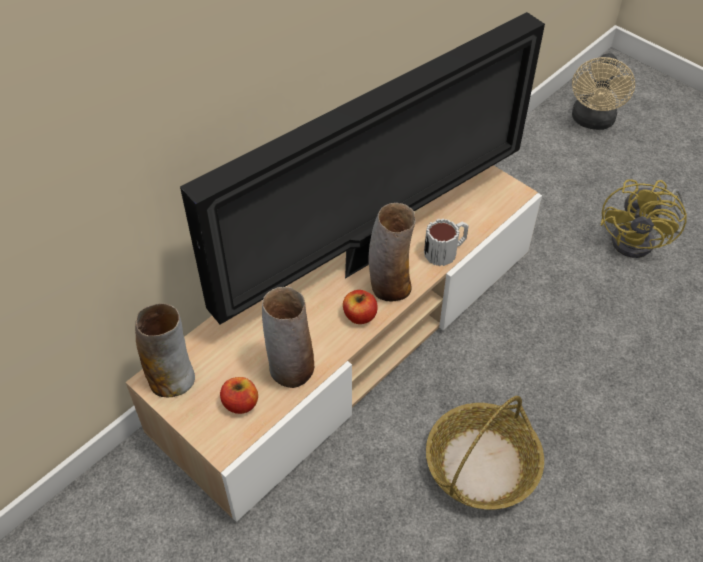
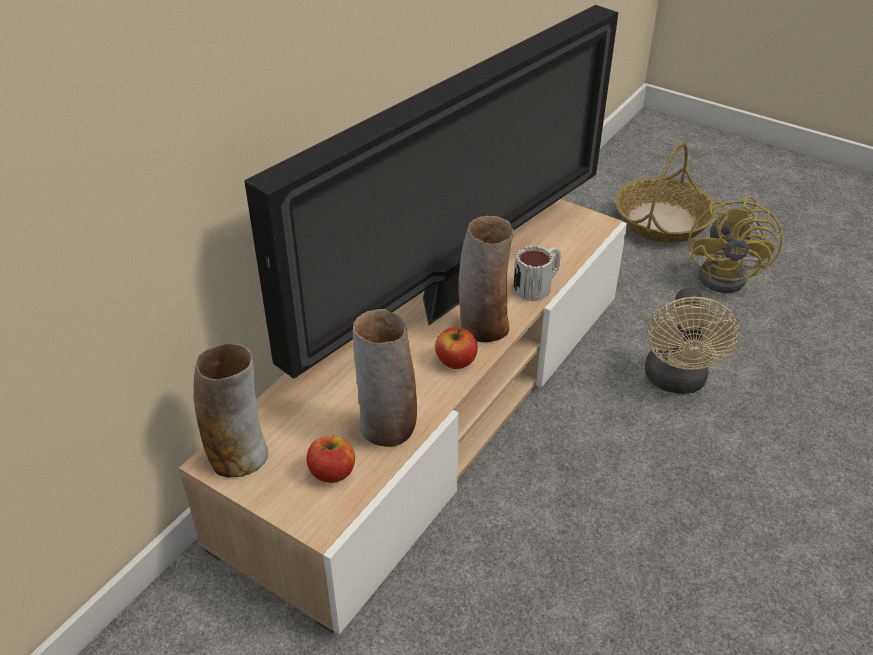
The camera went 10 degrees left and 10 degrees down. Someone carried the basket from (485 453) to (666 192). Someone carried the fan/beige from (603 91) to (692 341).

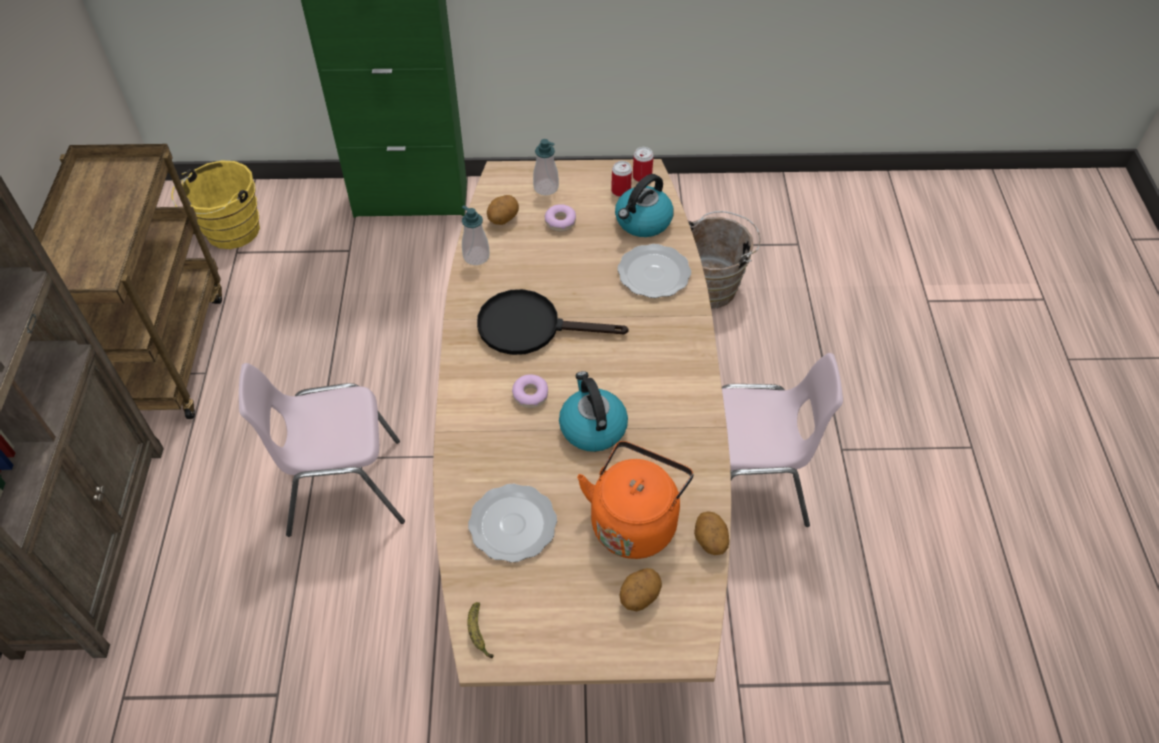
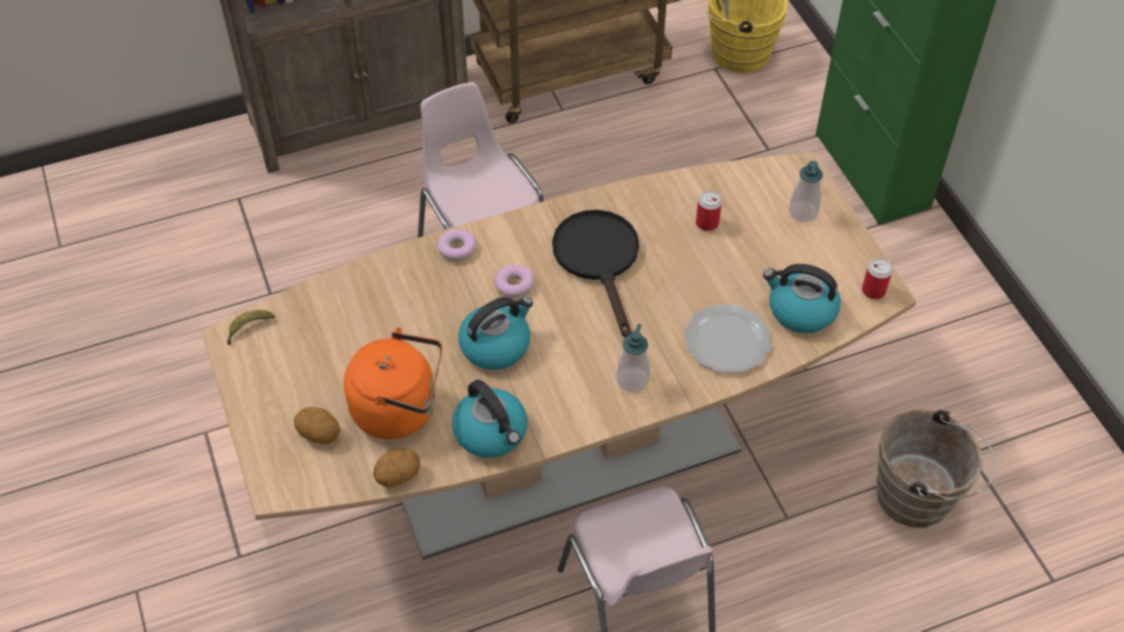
The camera went 70 degrees right and 0 degrees up. Someone carried the donut from (560 217) to (456 245). Someone put down the kettle at (489 419). Someone carried the soap dispenser from (476 235) to (633 358). Someone carried the can from (621 179) to (709 210). Someone took away the plate at (512 523). Someone took away the potato at (503 210).

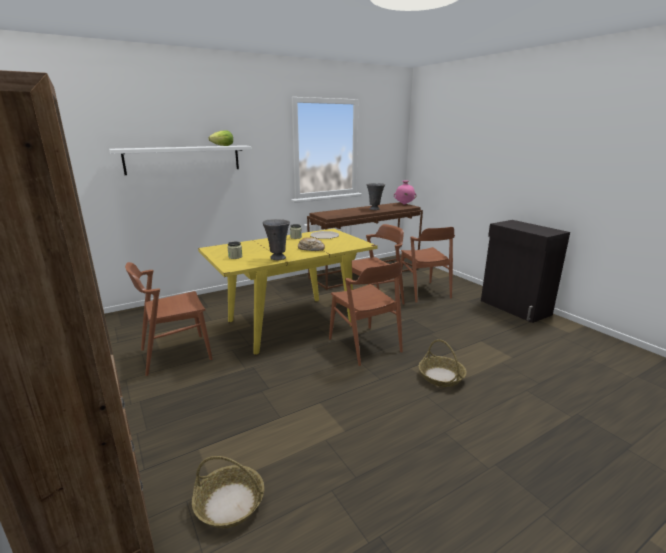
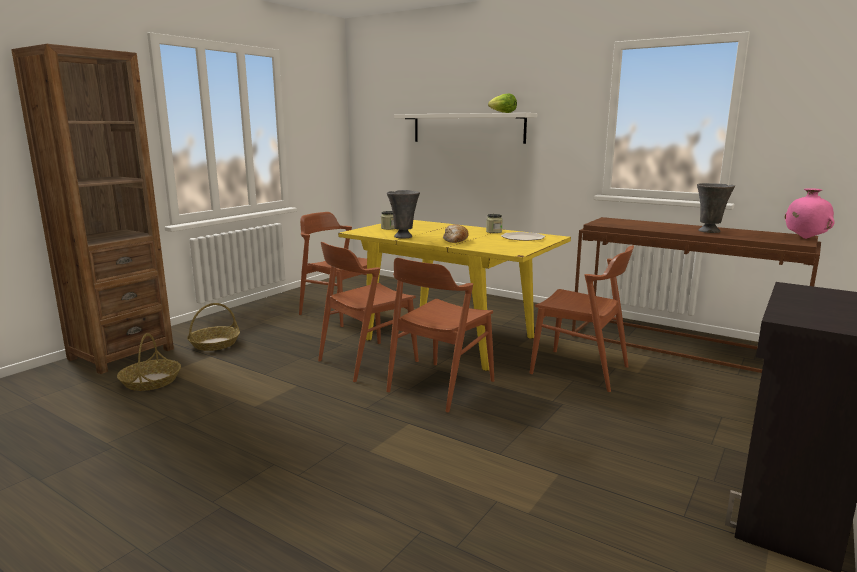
The camera went 65 degrees right and 5 degrees down. Someone carried the basket from (443 363) to (213 327). Someone carried the chair/brown from (427 265) to (368 312).

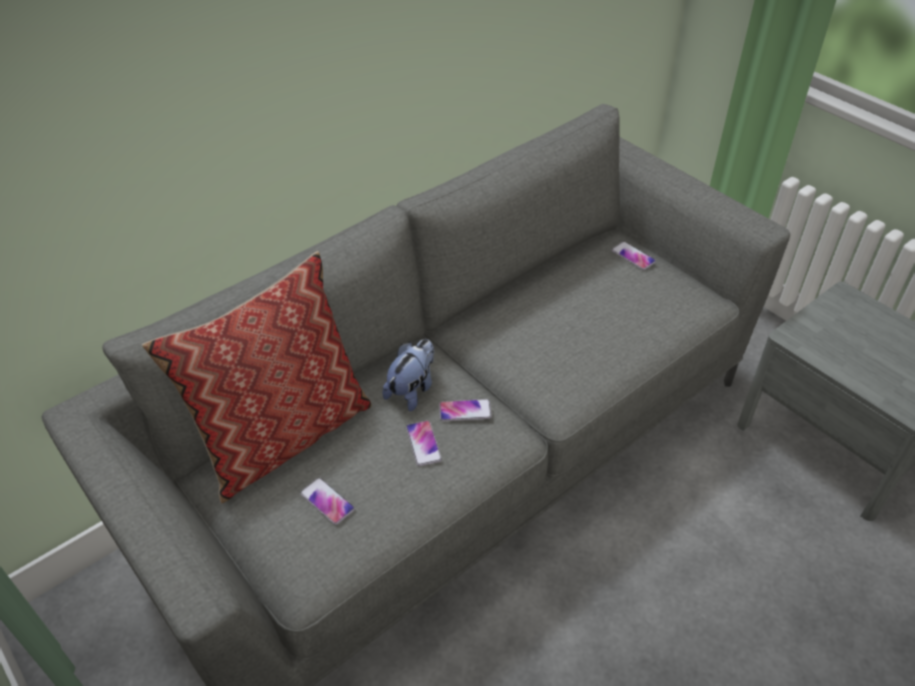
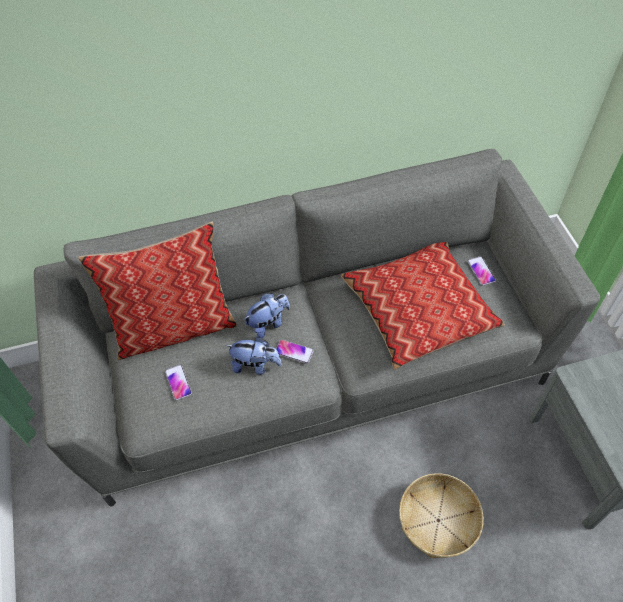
The camera went 25 degrees right and 10 degrees up. Someone swapped the phone at (424 443) for the plush toy at (254 356). Someone put down the pillow at (422 306). Someone put down the basket at (441 515).

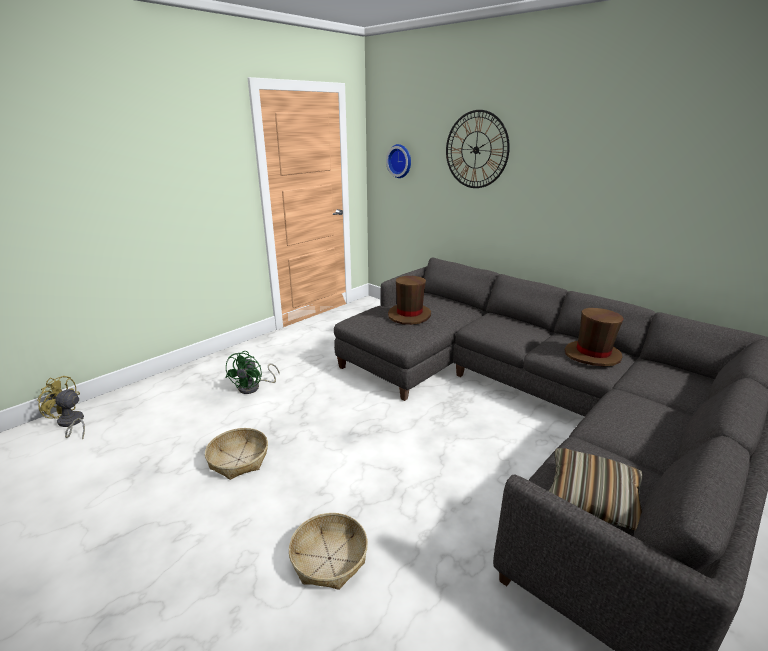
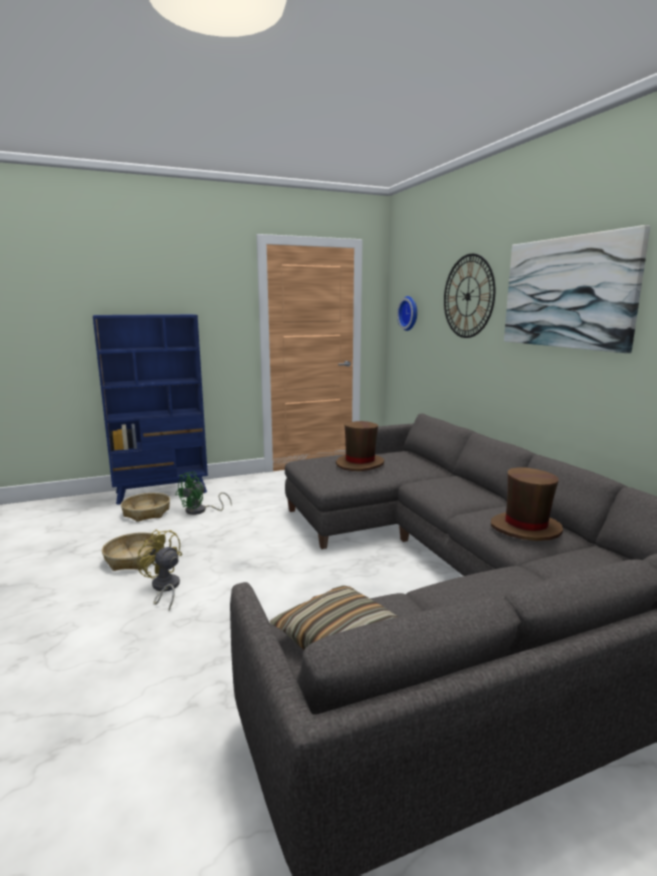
The camera went 25 degrees right and 10 degrees down. Someone put down the bookcase/blue at (150 409). Someone carried the basket from (328 551) to (145 507). Someone carried the fan/yellow from (61 407) to (159 570). Someone put up the picture at (577 289).

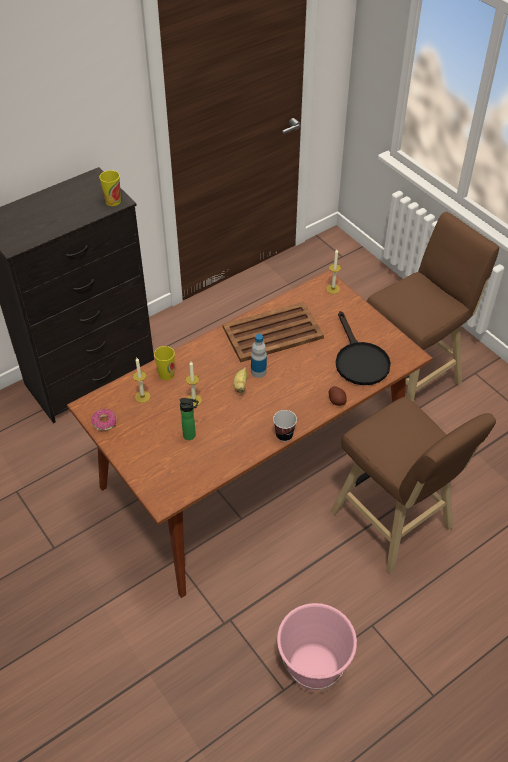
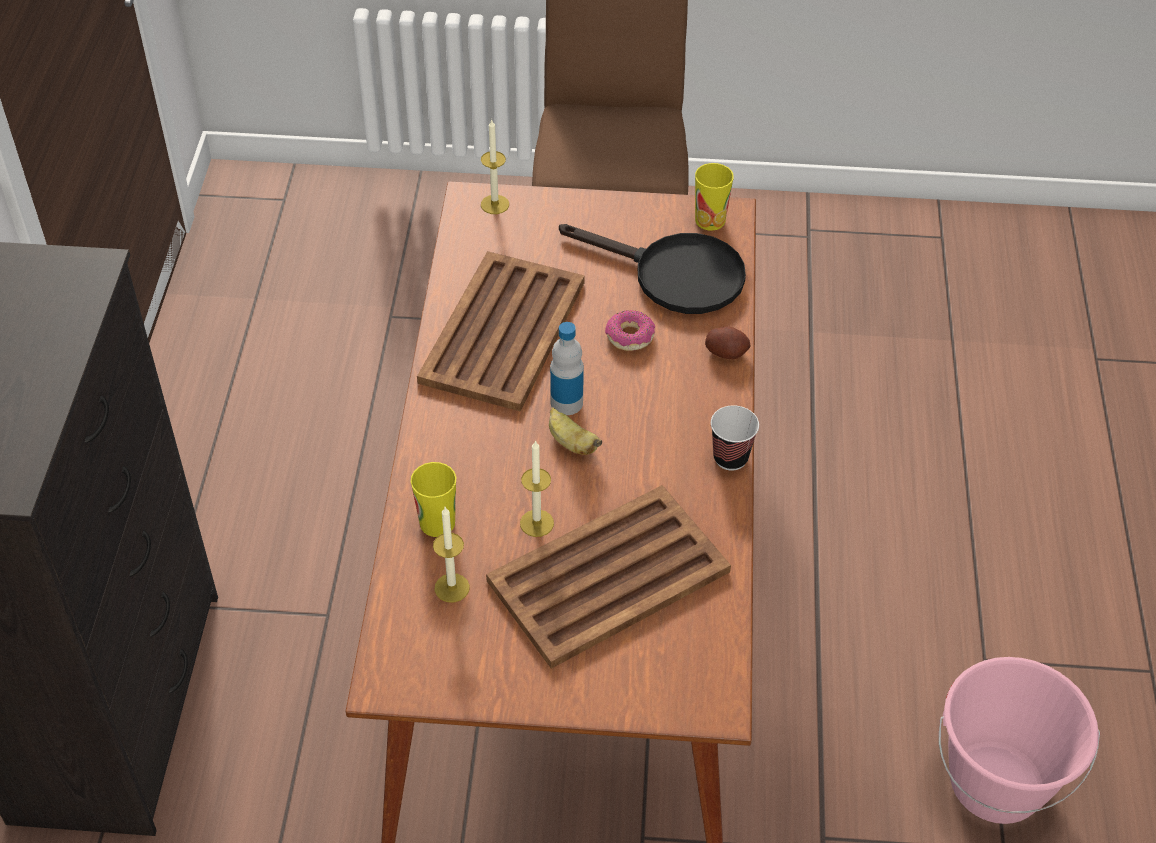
The camera went 50 degrees left and 0 degrees up. Someone swapped the bottle at (189 419) for the tray/brown at (608 577). Someone carried the donut from (103 420) to (630 330). Someone carried the cup from (110 188) to (714 197). Someone took away the stool/brown at (413 484).

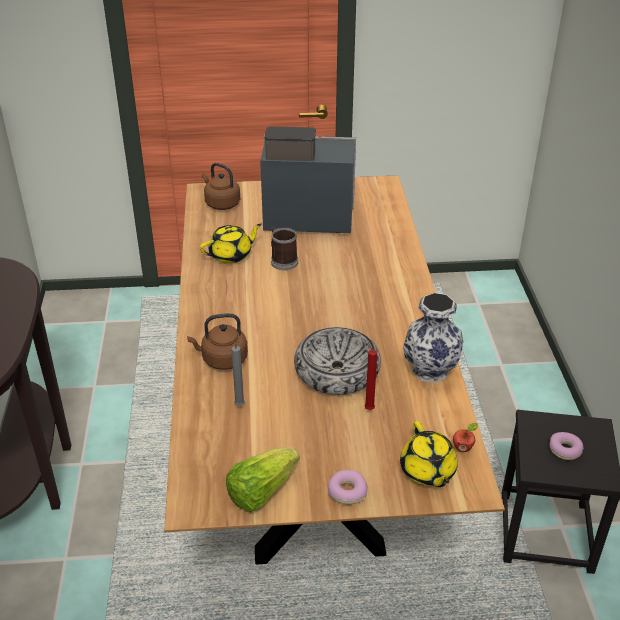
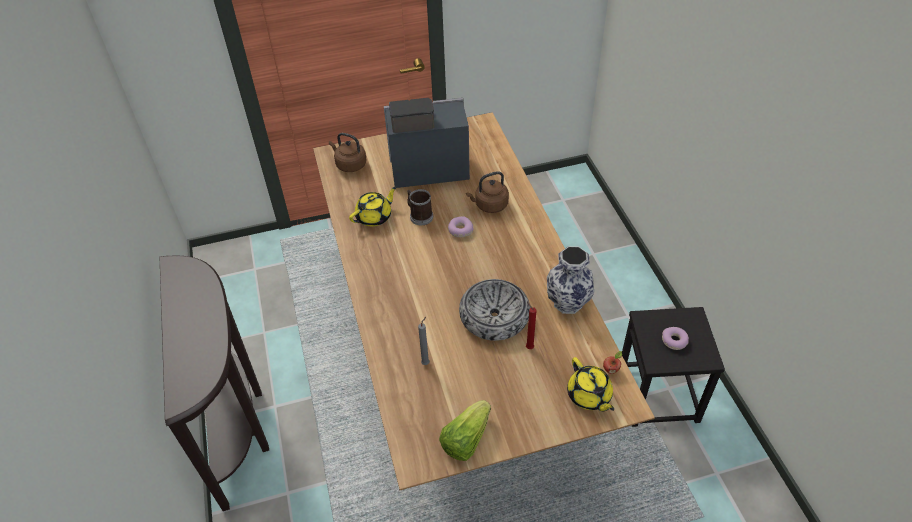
The camera went 10 degrees left and 10 degrees up. Someone carried the donut from (348 487) to (461 227). Someone carried the kettle/brown from (217 341) to (487 192).

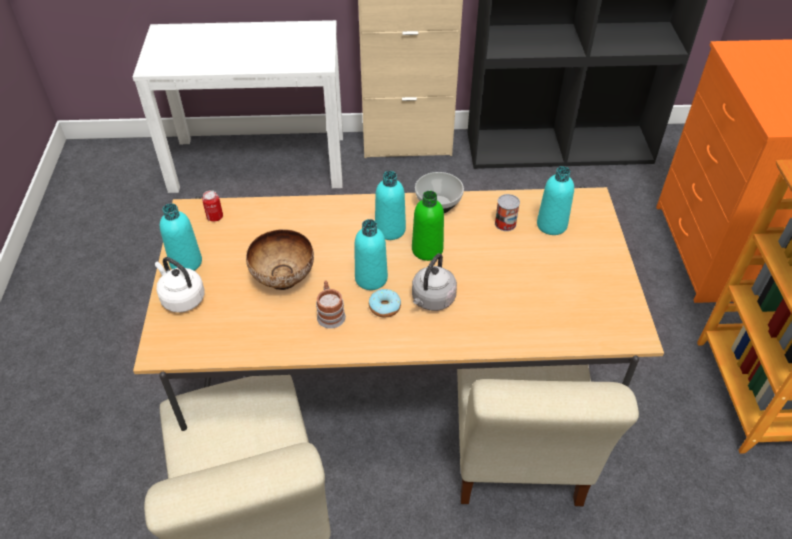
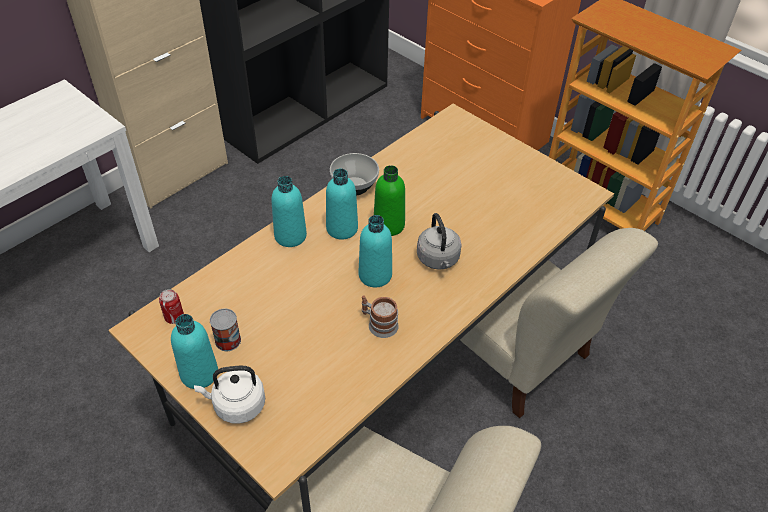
The camera went 45 degrees left and 0 degrees up. Someone carried the can from (507 212) to (225 330). Someone carried the bottle/turquoise from (555 200) to (289 211). Someone took away the bowl at (280 259). Someone took away the donut at (385 303).

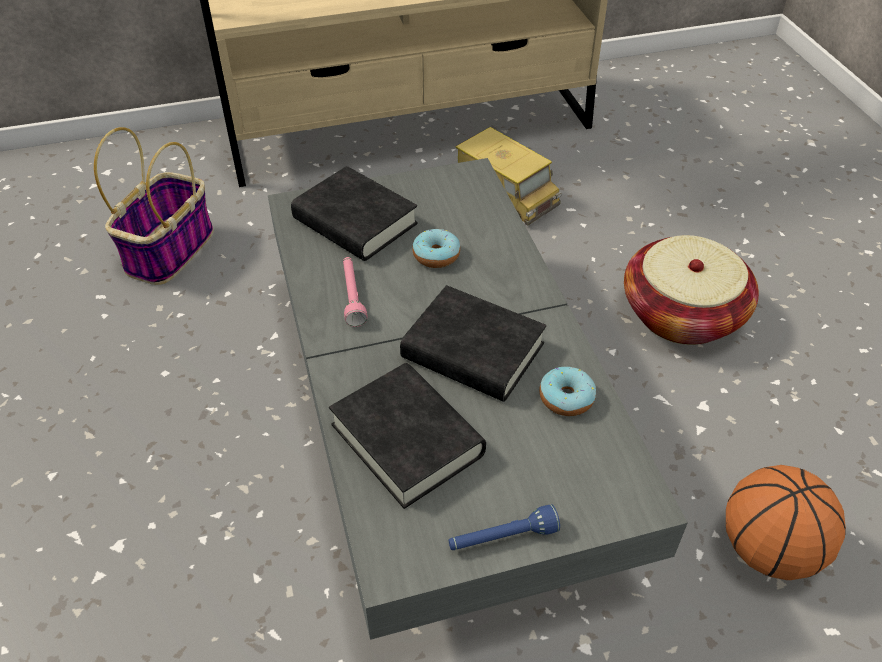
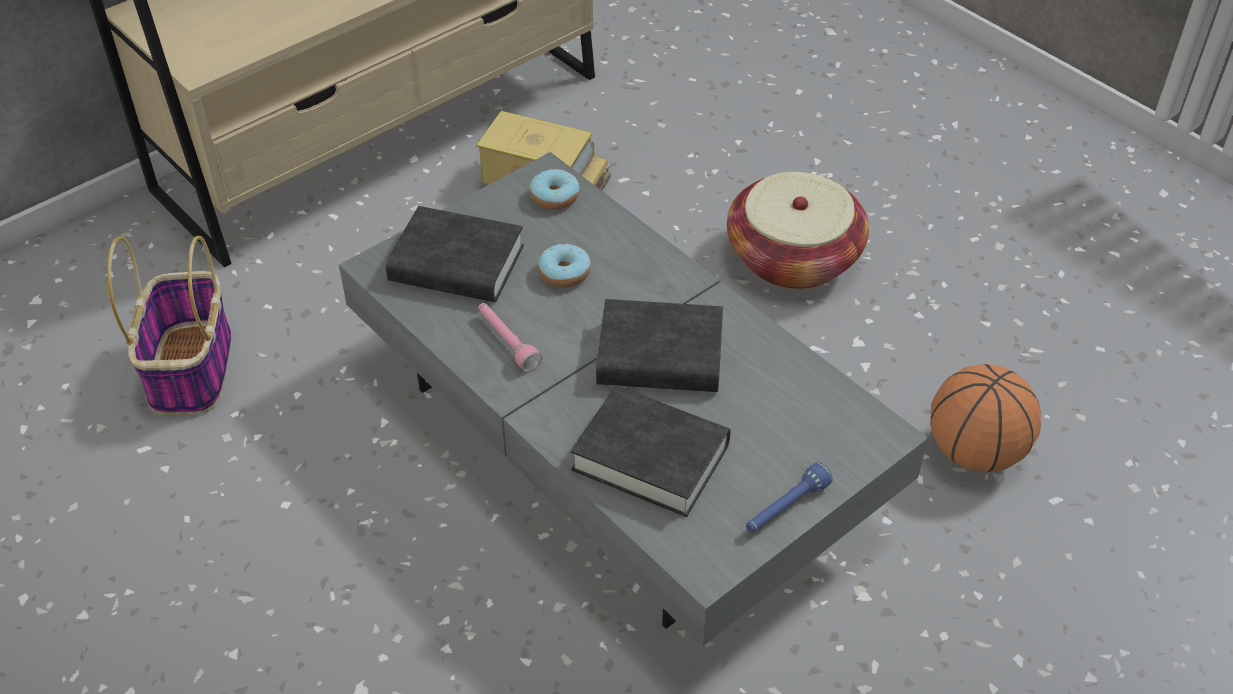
The camera went 25 degrees left and 0 degrees up. Someone carried the donut from (567 391) to (554 189).

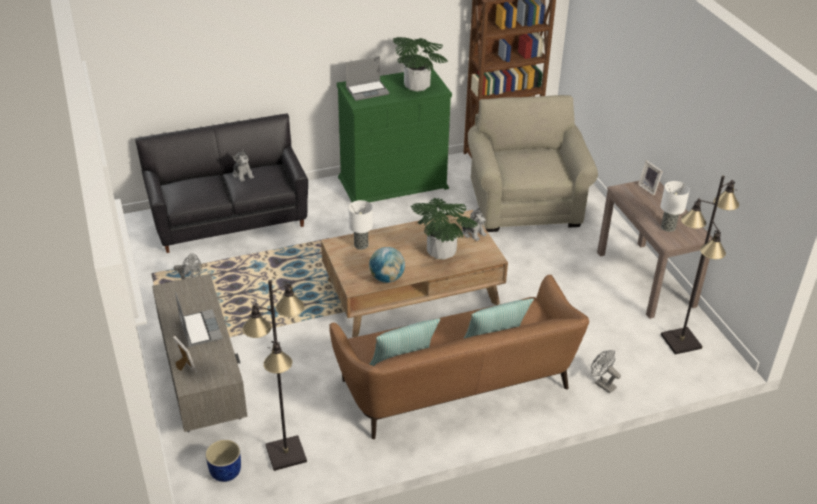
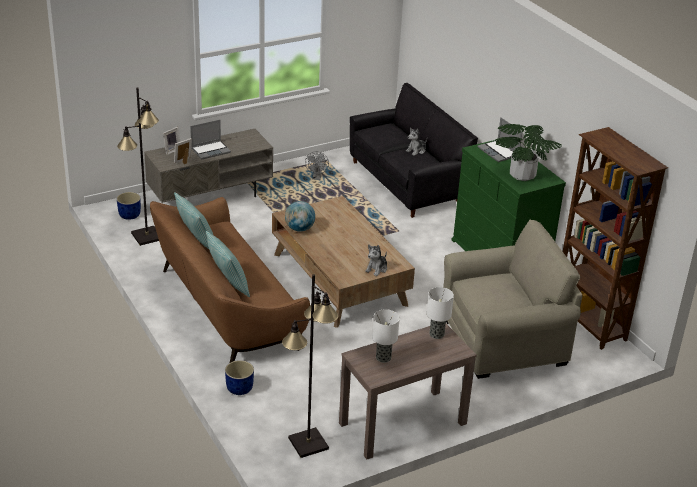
The camera went 80 degrees right and 5 degrees down. Someone carried the picture frame from (650 178) to (183 151). Someone swapped the fan/grey at (606 371) for the planter/blue at (239 377). Someone carried the table lamp from (360 225) to (440 313). Someone took away the potted plant at (444 229).

